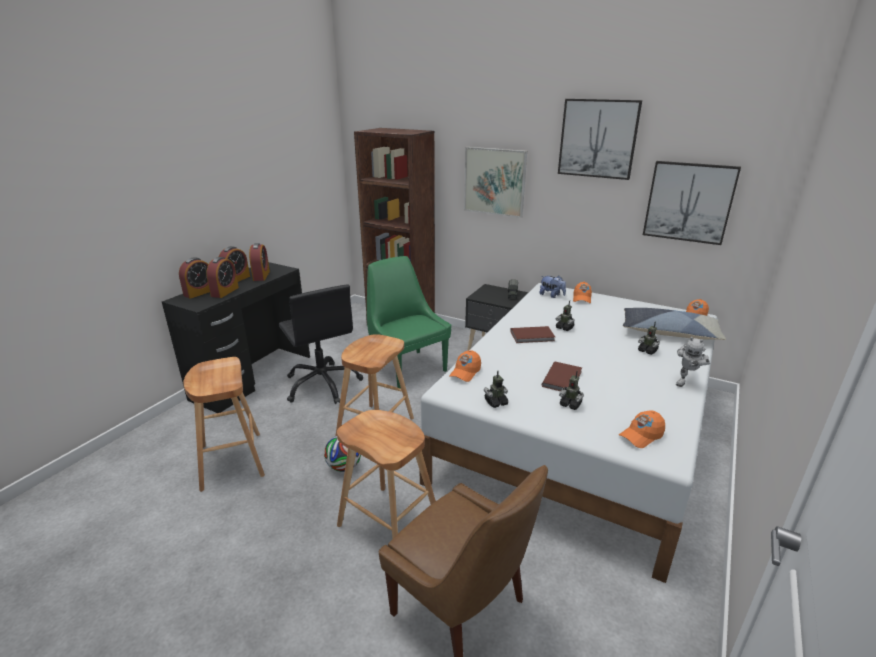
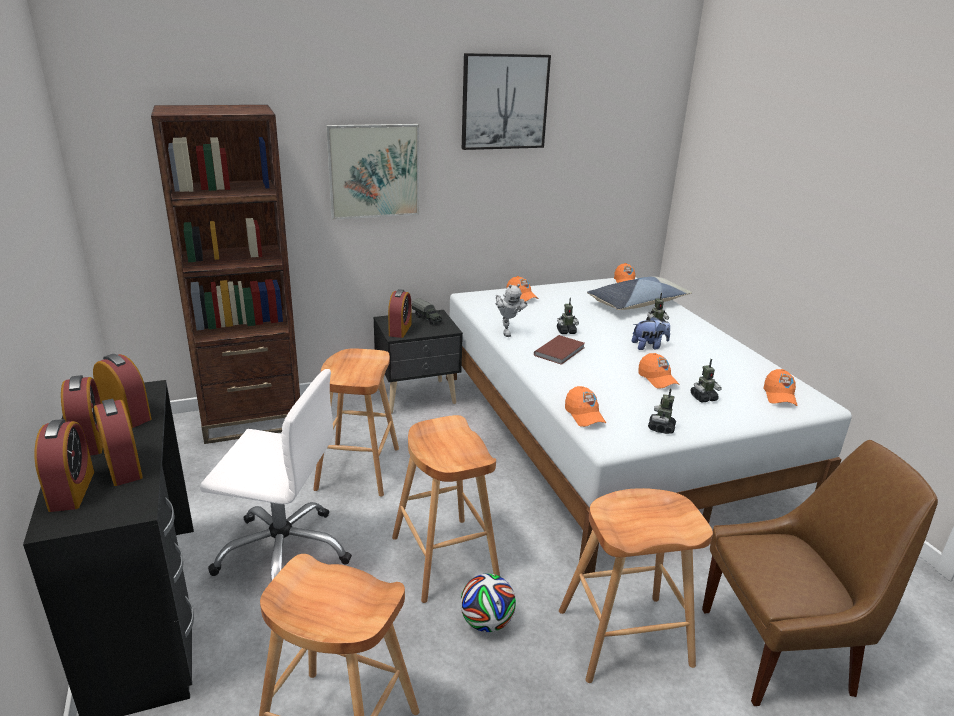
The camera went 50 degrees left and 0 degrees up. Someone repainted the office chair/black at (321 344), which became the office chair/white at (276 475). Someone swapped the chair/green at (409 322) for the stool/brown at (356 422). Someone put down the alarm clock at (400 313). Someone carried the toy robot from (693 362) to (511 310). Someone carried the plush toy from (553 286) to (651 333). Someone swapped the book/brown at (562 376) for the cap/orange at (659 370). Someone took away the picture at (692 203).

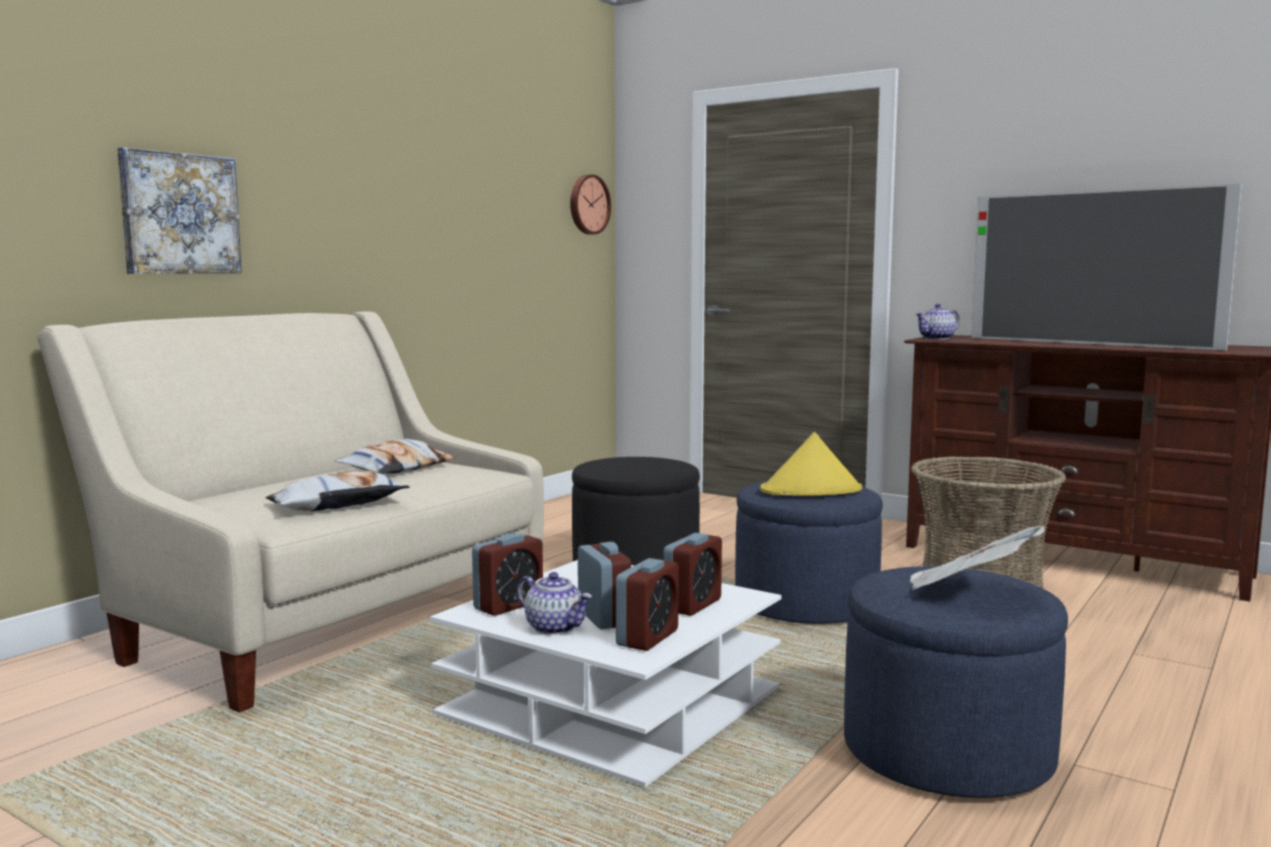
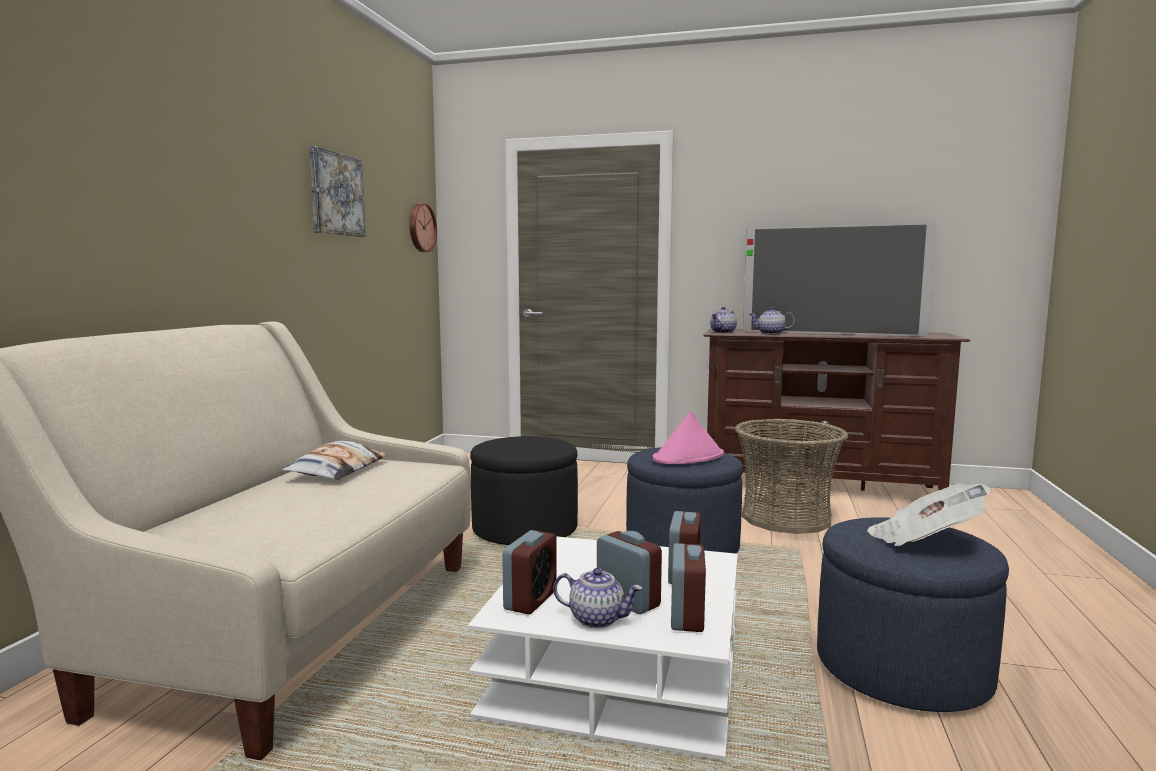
The camera went 20 degrees left and 0 degrees up. Someone carried the picture from (179 210) to (337 191). Someone repainted the hat/yellow at (811 464), which became the hat/pink at (688 437). Someone put down the teapot at (772 320). Someone took away the pillow at (338 491).

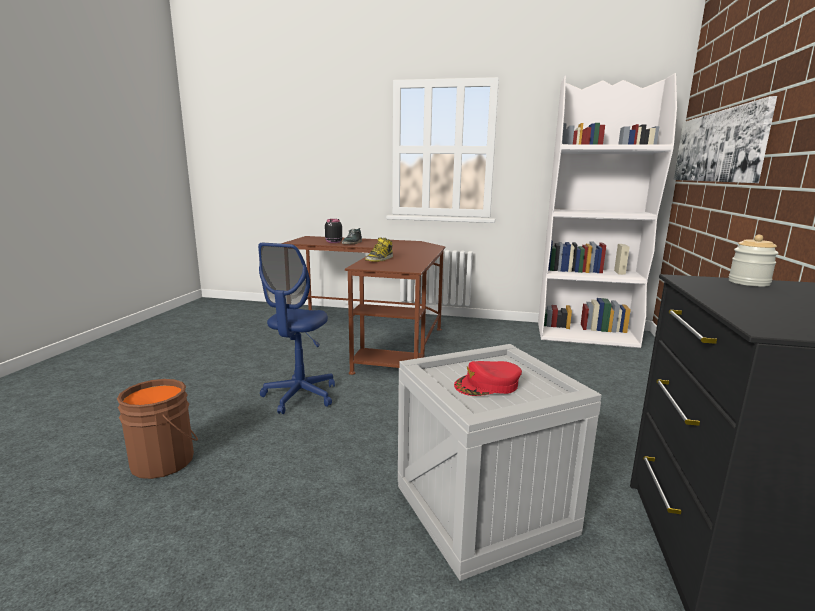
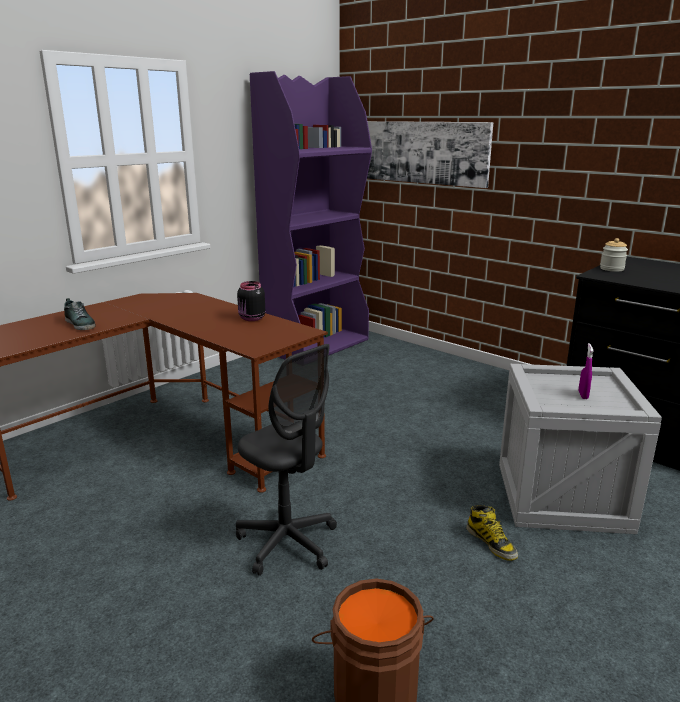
The camera went 60 degrees left and 5 degrees up. Someone repainted the office chair/blue at (296 328), which became the office chair/grey at (286 460). Someone carried the jar/black from (333 231) to (251 301). Someone repainted the bookcase/white at (607 210), which became the bookcase/purple at (311 215). Someone carried the boot from (379 249) to (492 533). Someone swapped the cap/red at (488 378) for the spray bottle/purple at (586 371).

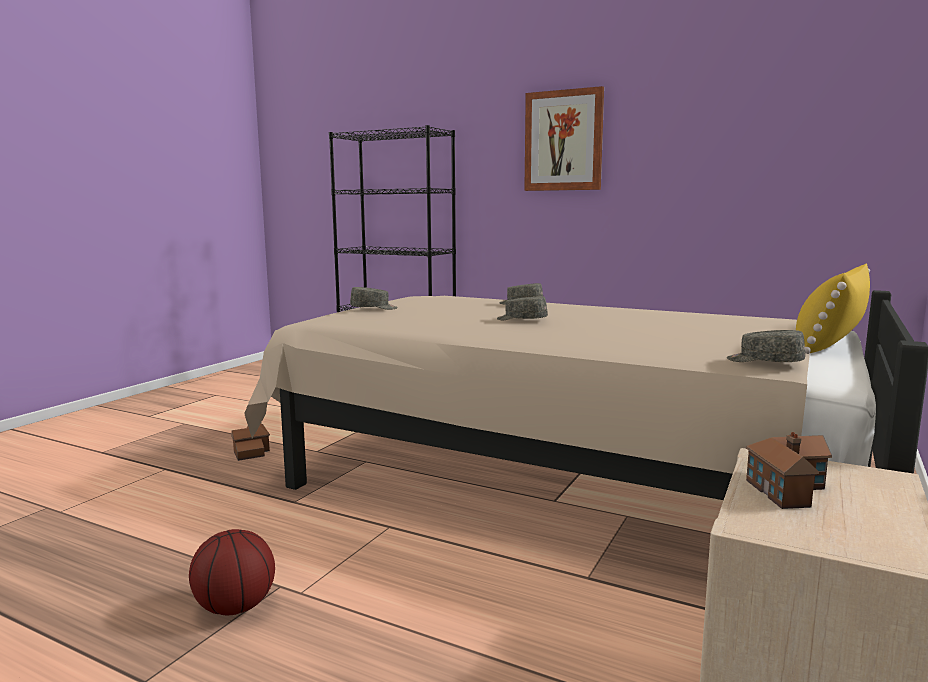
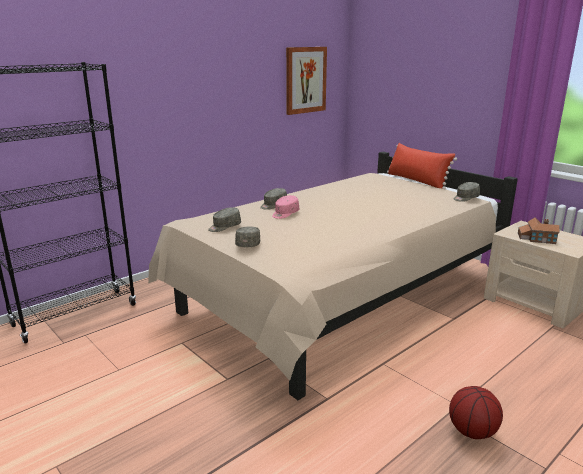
The camera went 70 degrees left and 10 degrees up. Someone carried the cap/grey from (522 308) to (224 219). Someone put down the cap/pink at (285 207). Someone carried the picture from (564 138) to (306 81). Someone repainted the pillow/yellow at (833 309), which became the pillow/red at (422 166). Someone took away the toy house at (250 442).

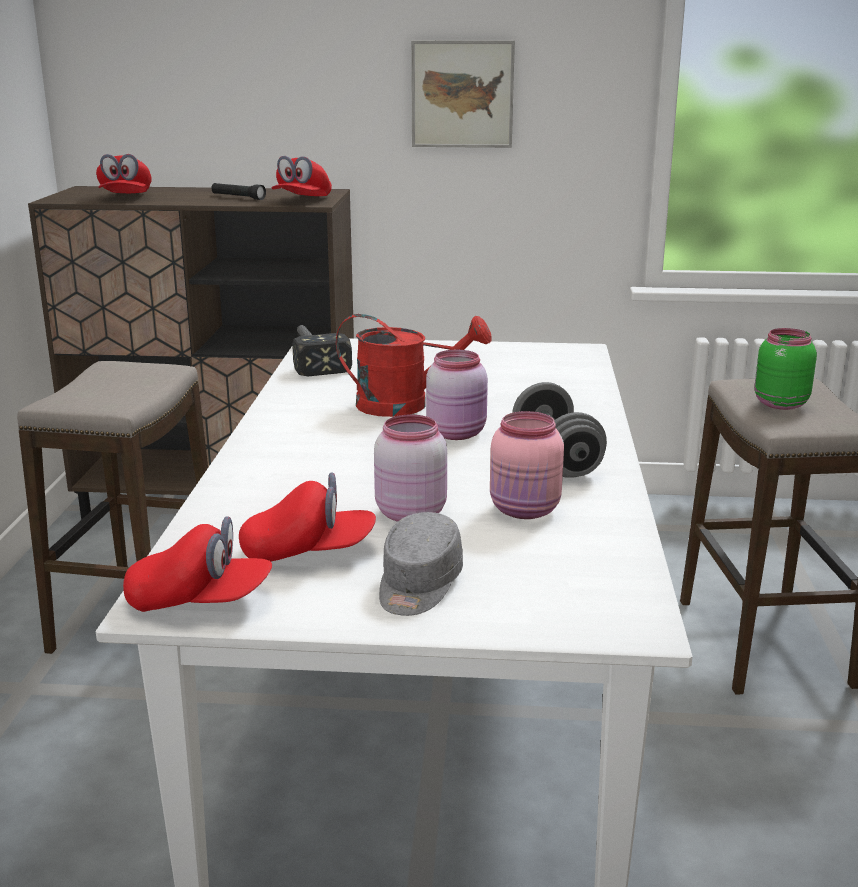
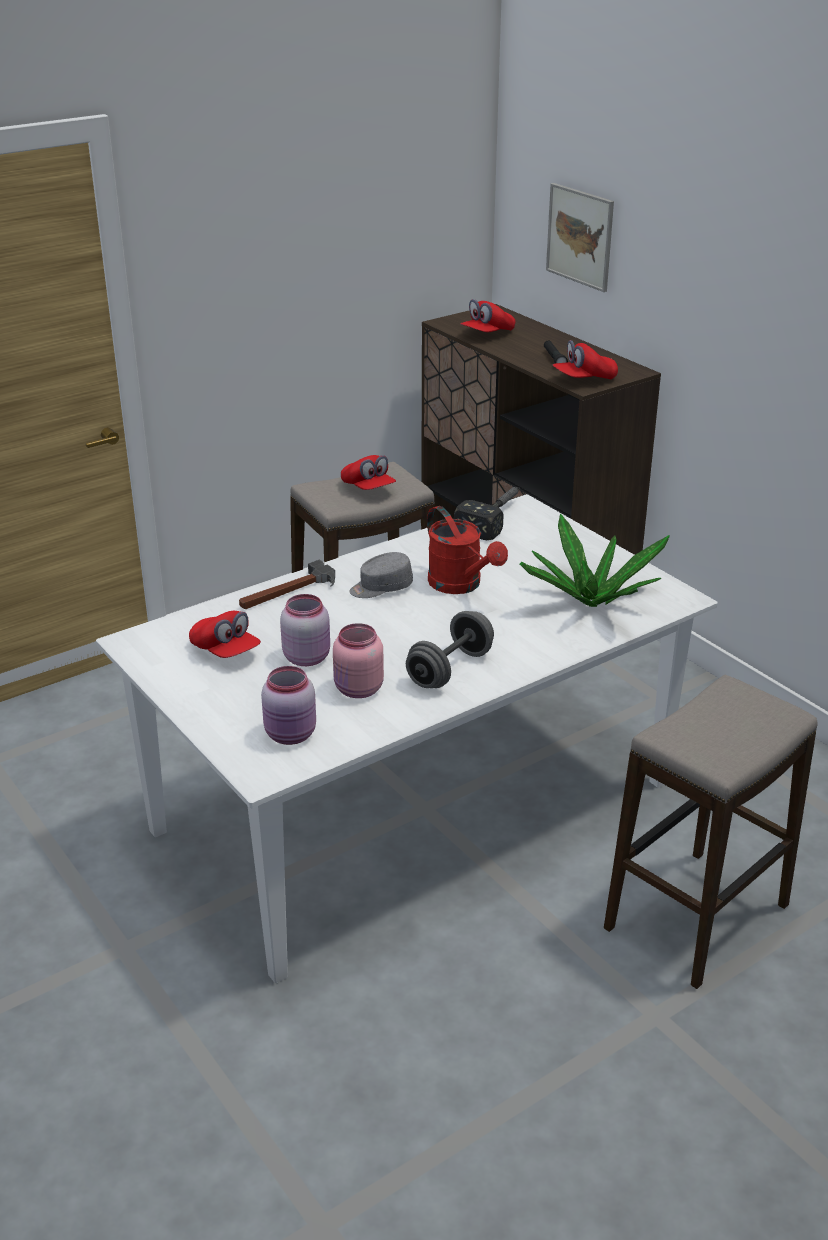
The camera went 50 degrees right and 10 degrees up. Someone put down the hammer at (287 584). Someone carried the jar/pink from (457 395) to (288 705). Someone carried the cap/red from (197 564) to (368 472). Someone carried the cap/grey from (421 564) to (381 575). Someone put down the potted plant at (595 560). Someone carried the picture from (463 94) to (580 237). Someone took away the jar/green at (786 369).

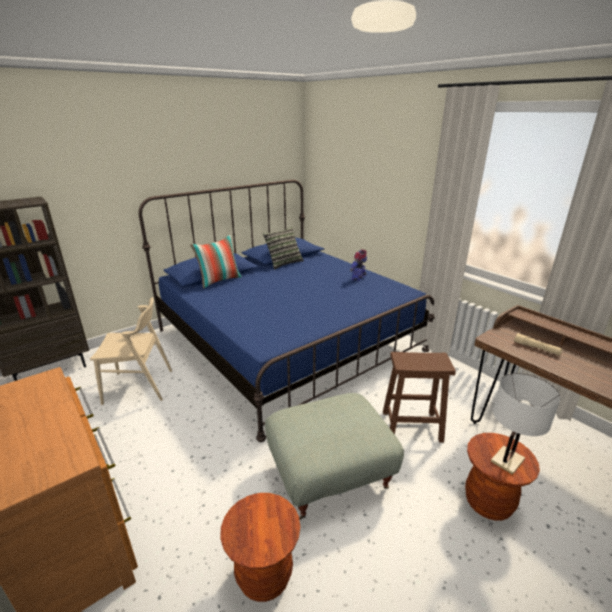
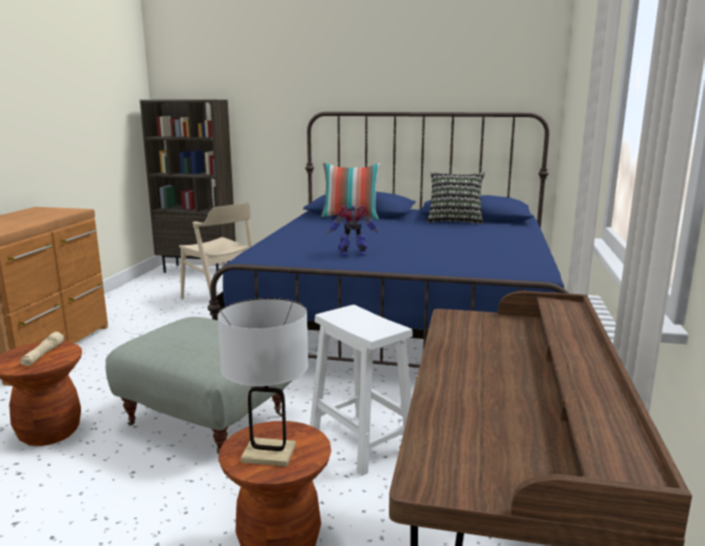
The camera went 50 degrees right and 10 degrees down. Someone carried the flashlight/beige from (538 344) to (42 349). Someone repainted the stool/brown at (419 397), which became the stool/white at (361 390). Someone carried the toy robot from (358 265) to (352 230).

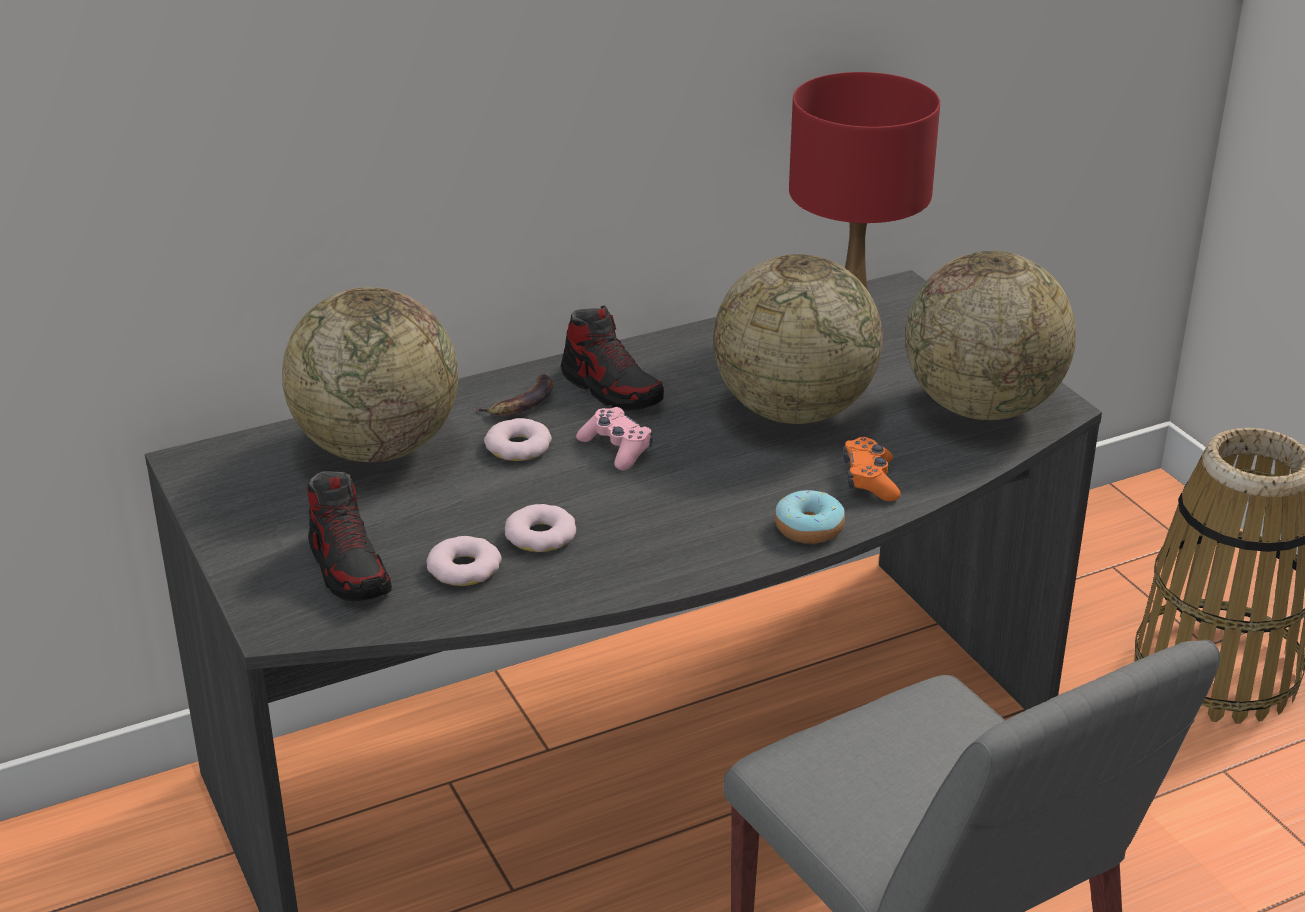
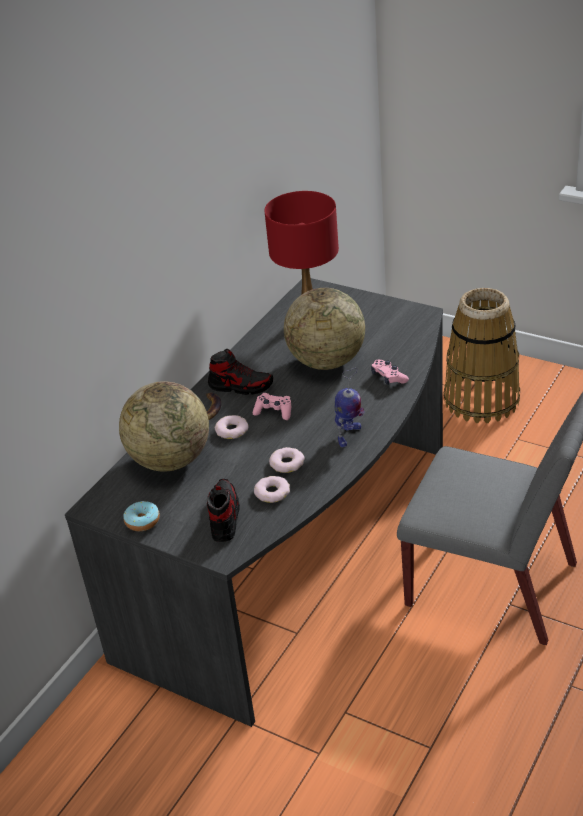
The camera went 30 degrees left and 5 degrees up. Someone carried the donut from (809 517) to (141 516). Someone rotated the shoe at (349 536) by 120 degrees counterclockwise. Someone put down the toy robot at (349 407). Someone repainted the game controller/orange at (871 469), which became the game controller/pink at (390 372). Someone took away the globe at (990 335).

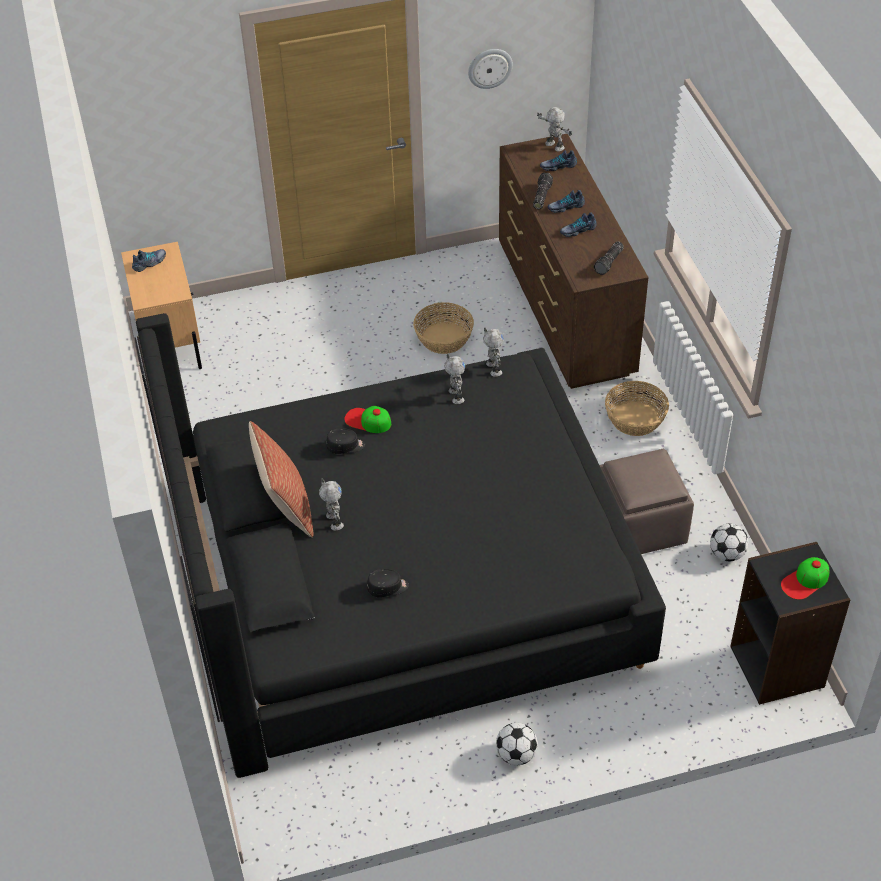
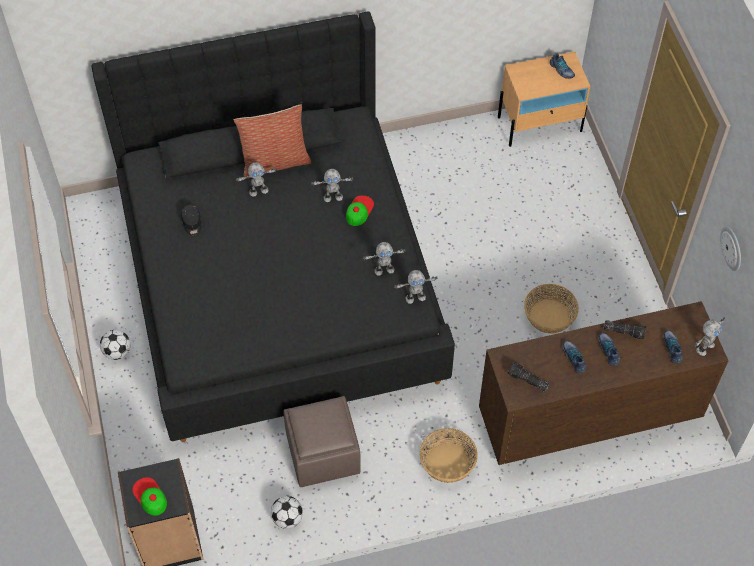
The camera went 90 degrees right and 10 degrees up. Someone swapped the cap/black at (345 441) for the toy robot at (332 185).

